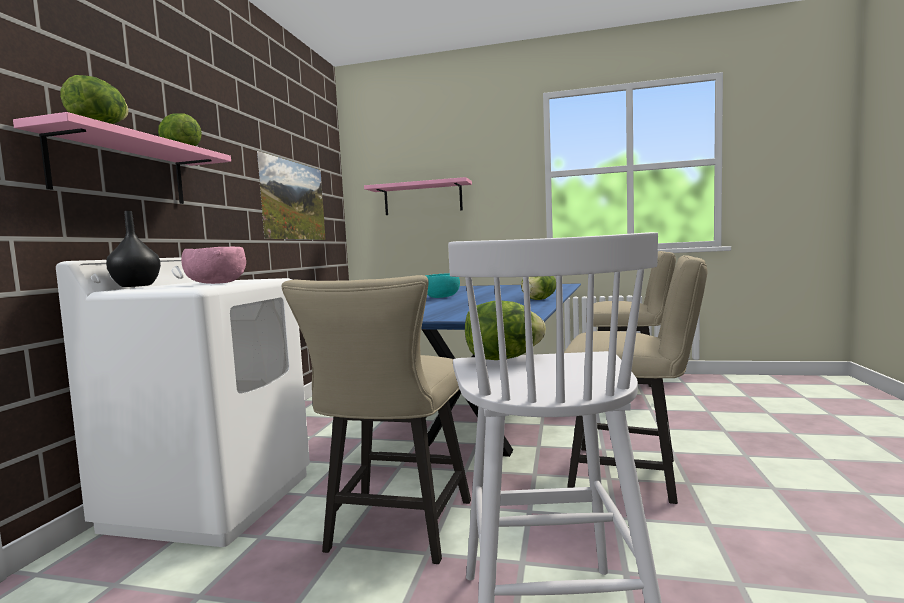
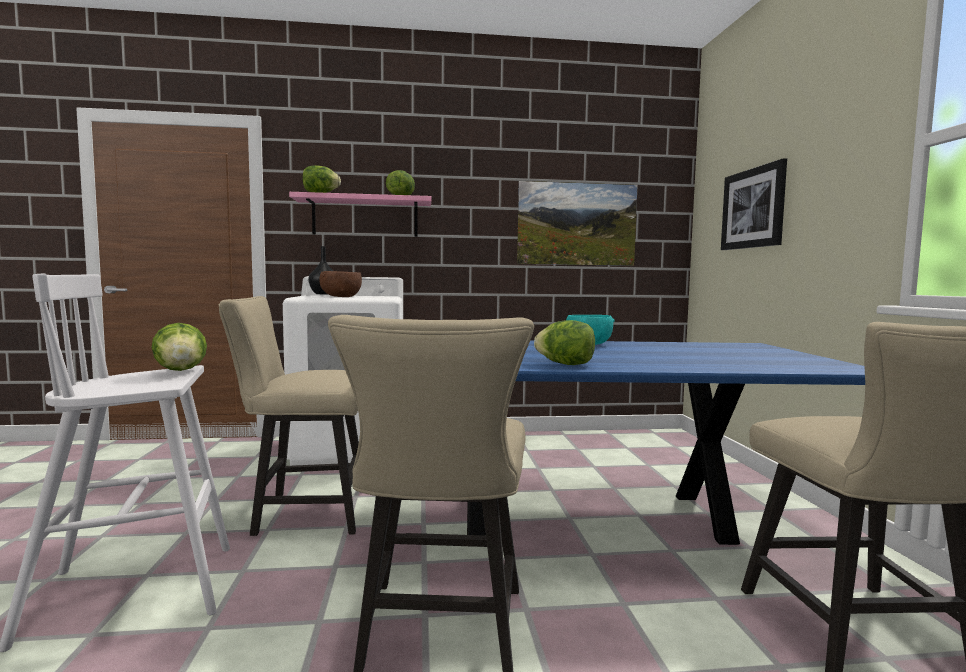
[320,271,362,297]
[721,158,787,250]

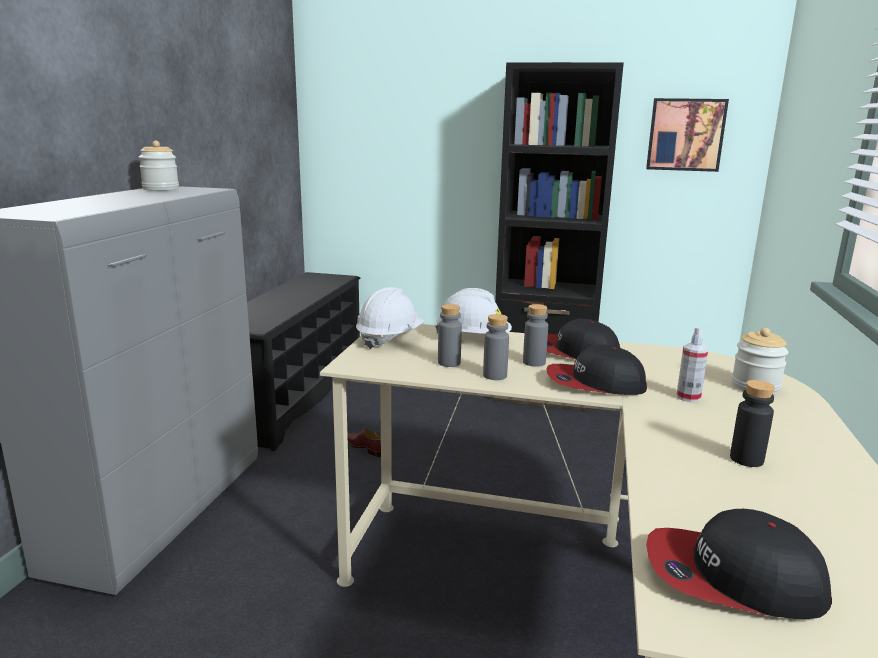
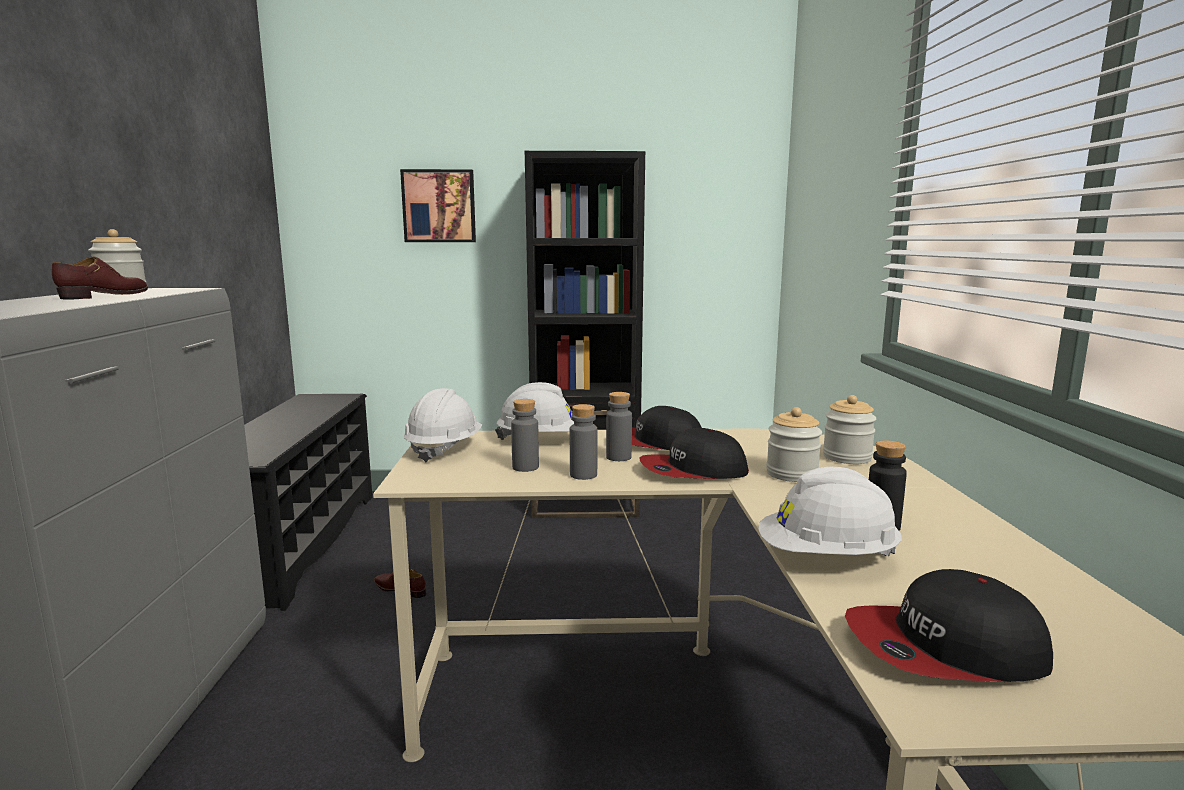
[52,257,148,299]
[400,169,476,242]
[758,466,902,556]
[766,407,822,482]

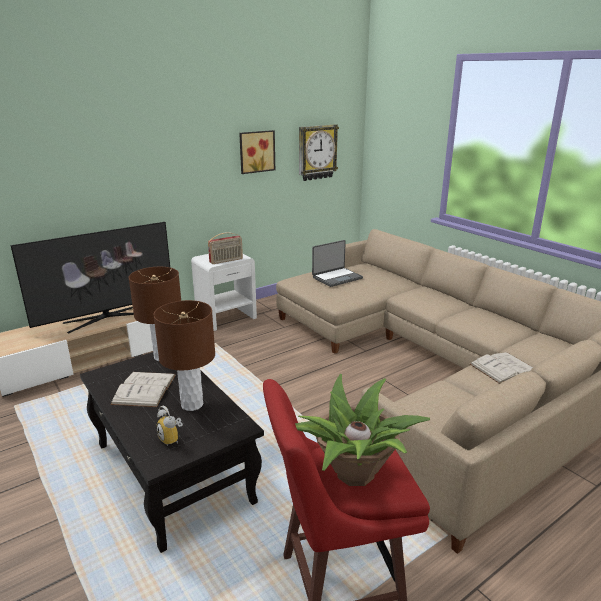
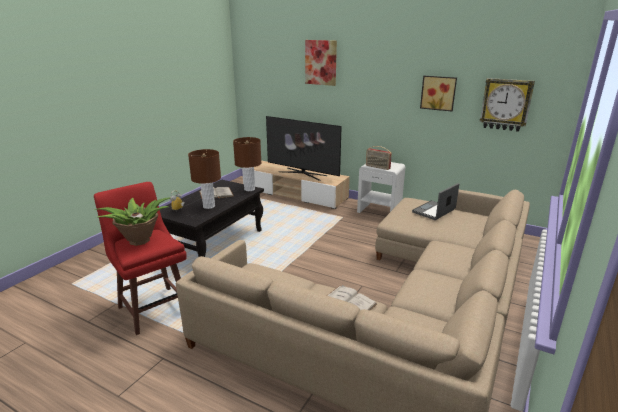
[305,40,337,86]
[412,183,459,220]

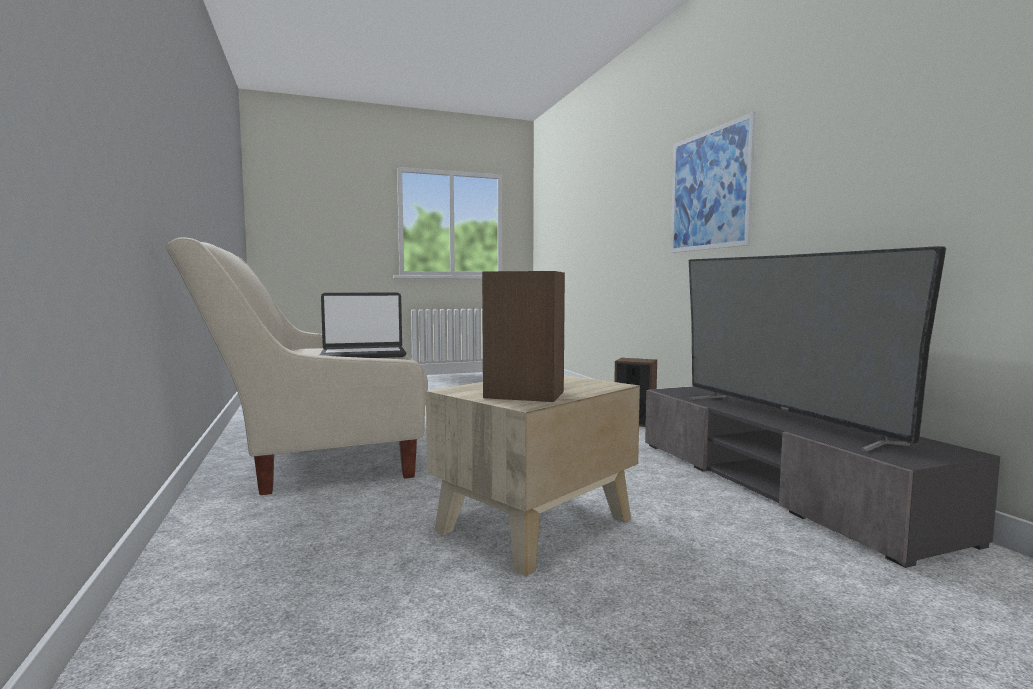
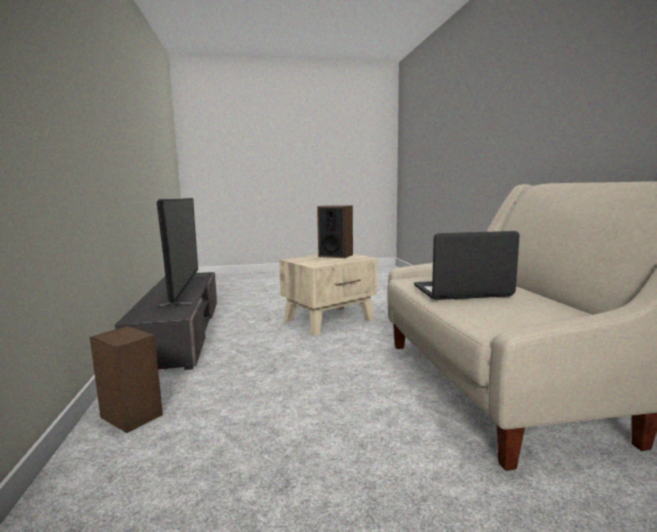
[671,112,756,253] (first image)

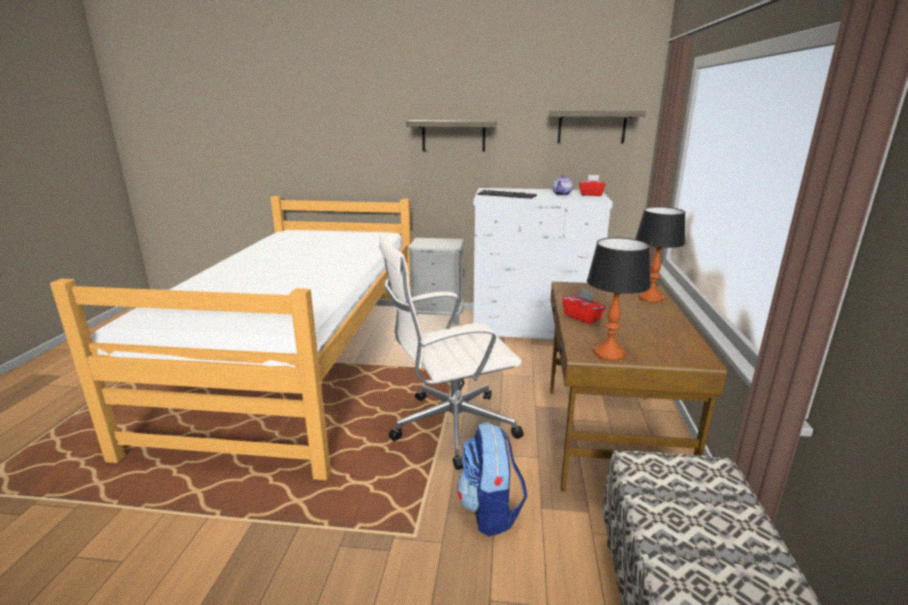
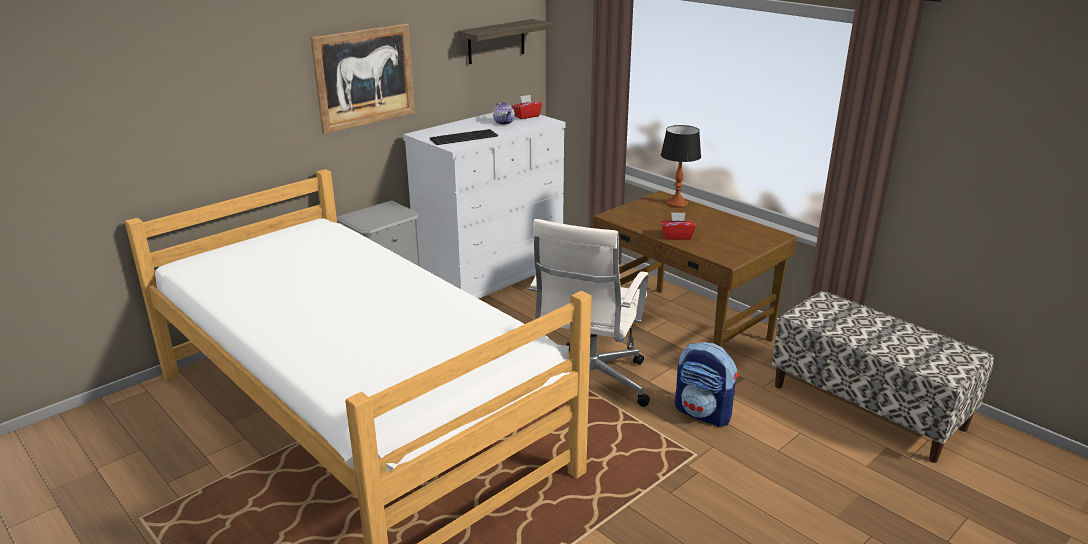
[310,23,415,134]
[587,237,650,361] (first image)

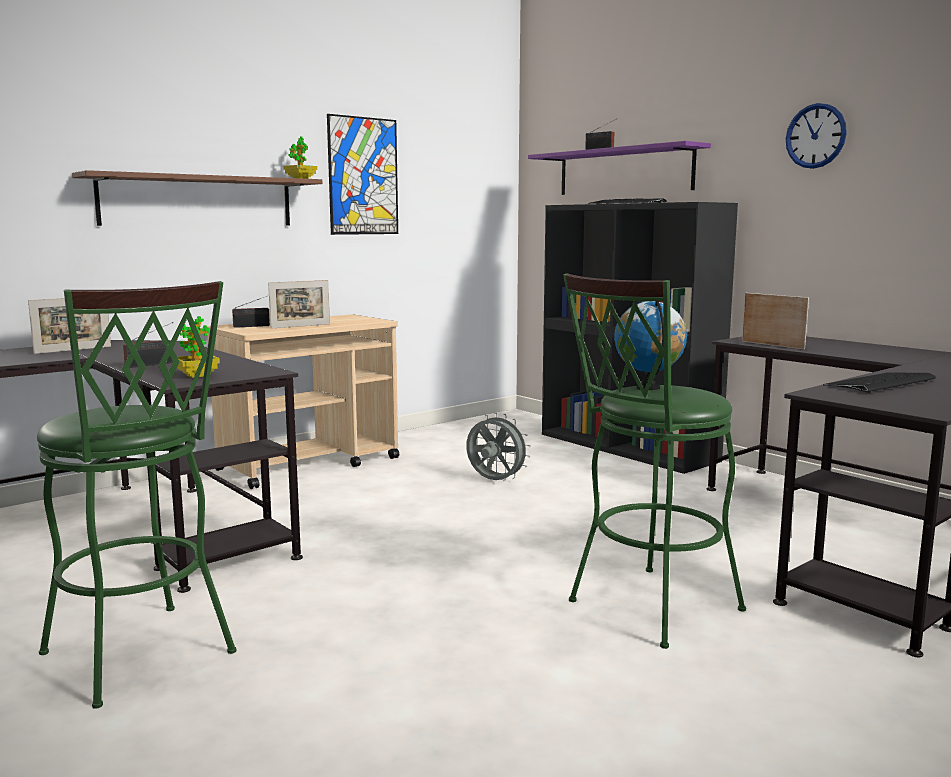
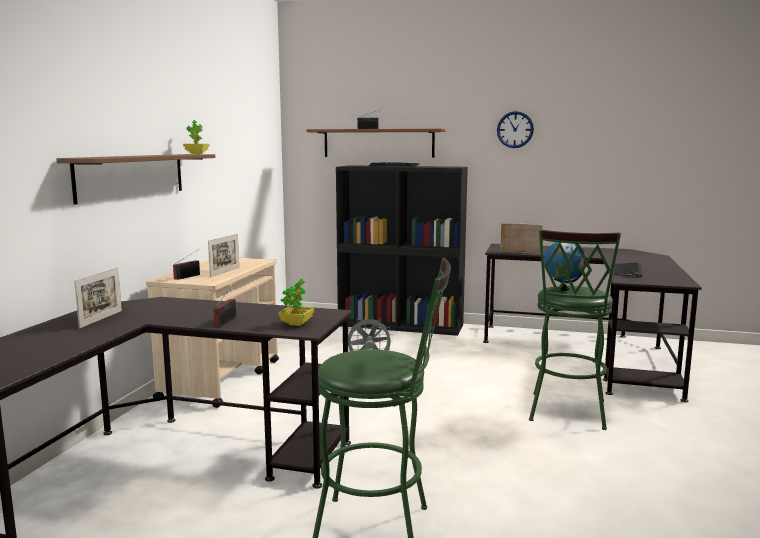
[306,129,445,158]
[327,114,398,235] (first image)

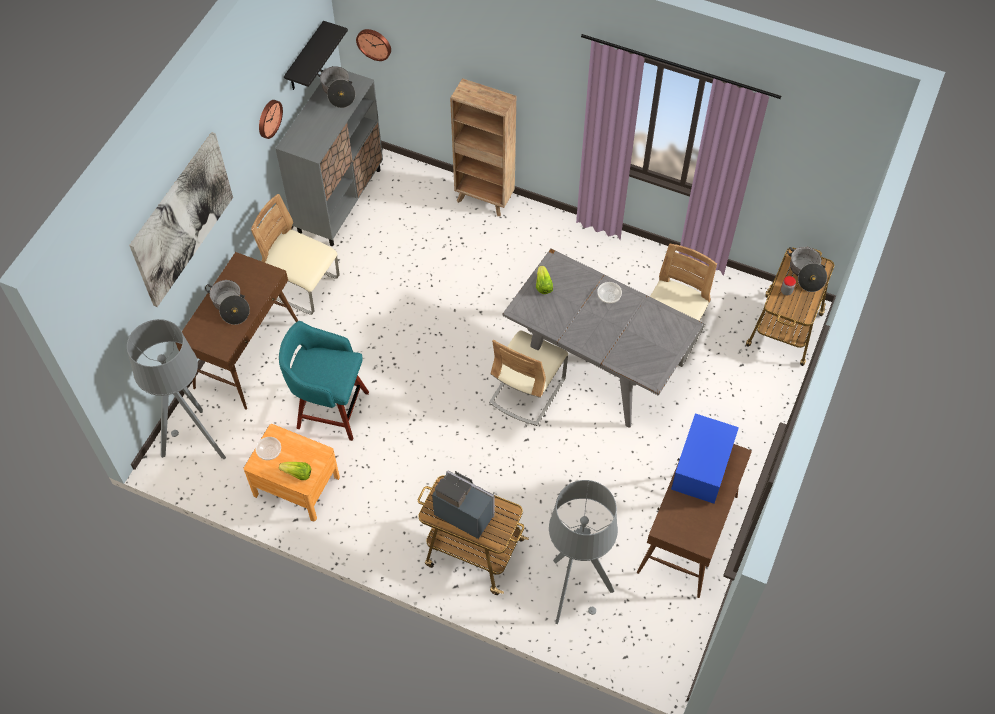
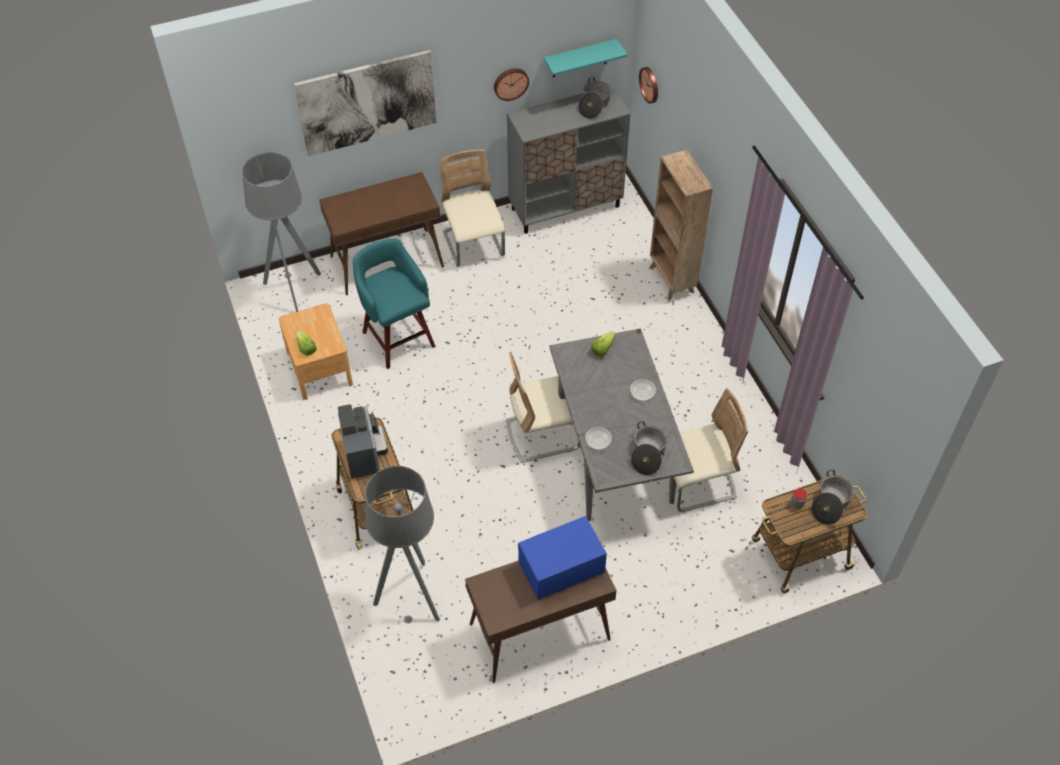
[543,39,627,77]
[586,427,612,450]
[631,421,667,476]

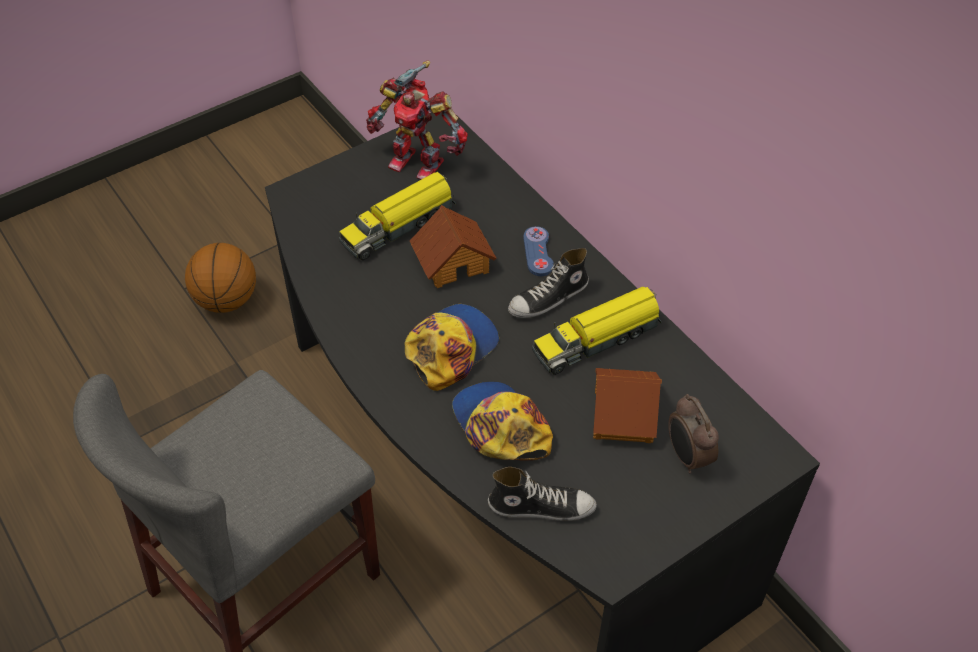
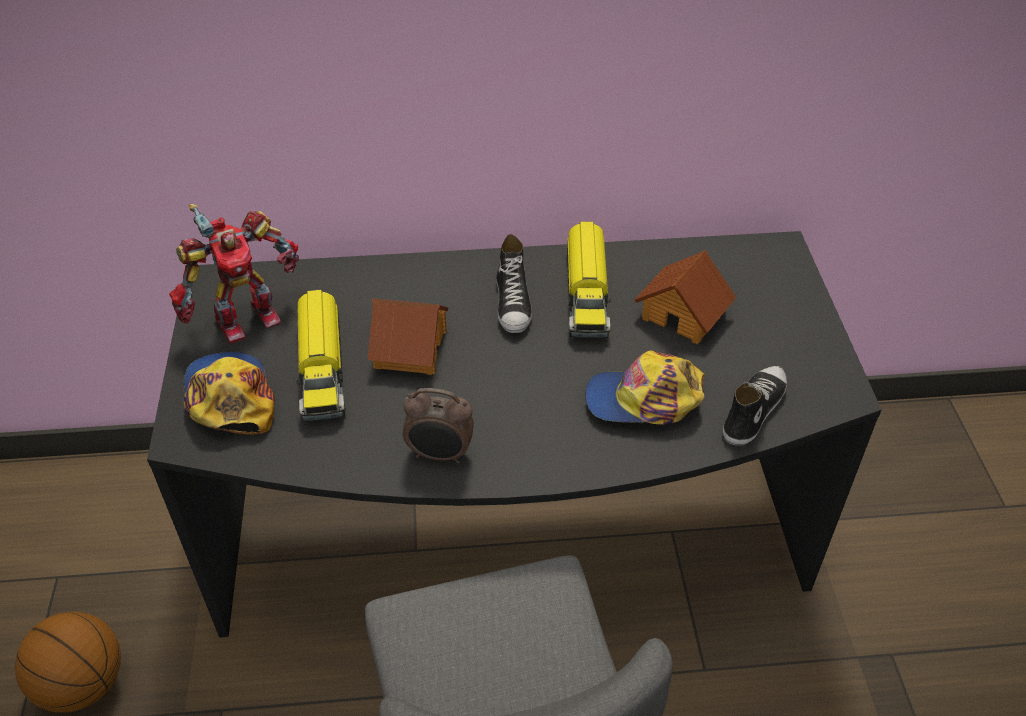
[183,352,275,435]
[403,388,474,464]
[523,226,554,276] (first image)

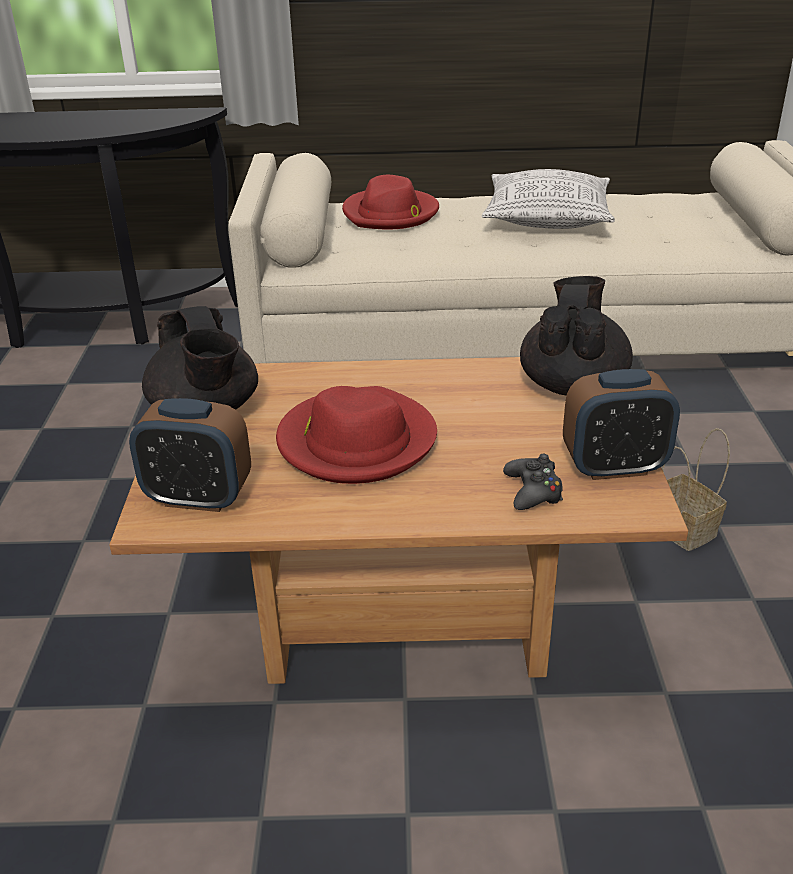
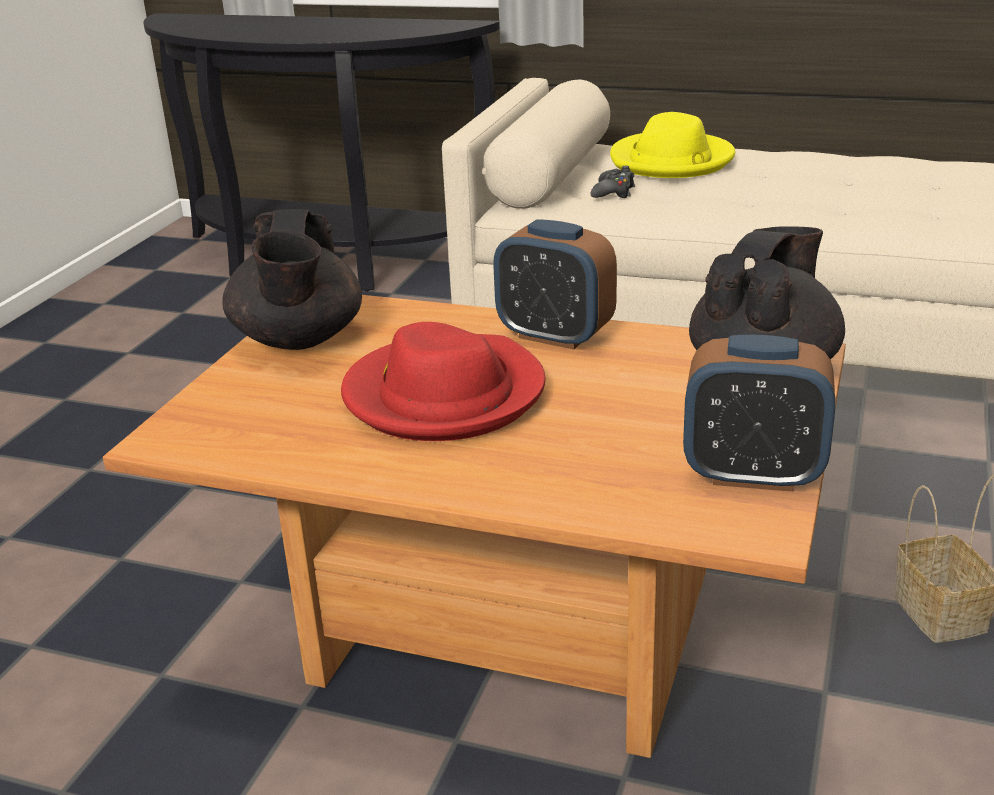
[493,219,617,350]
[590,166,635,198]
[610,112,735,178]
[482,169,615,229] (first image)

